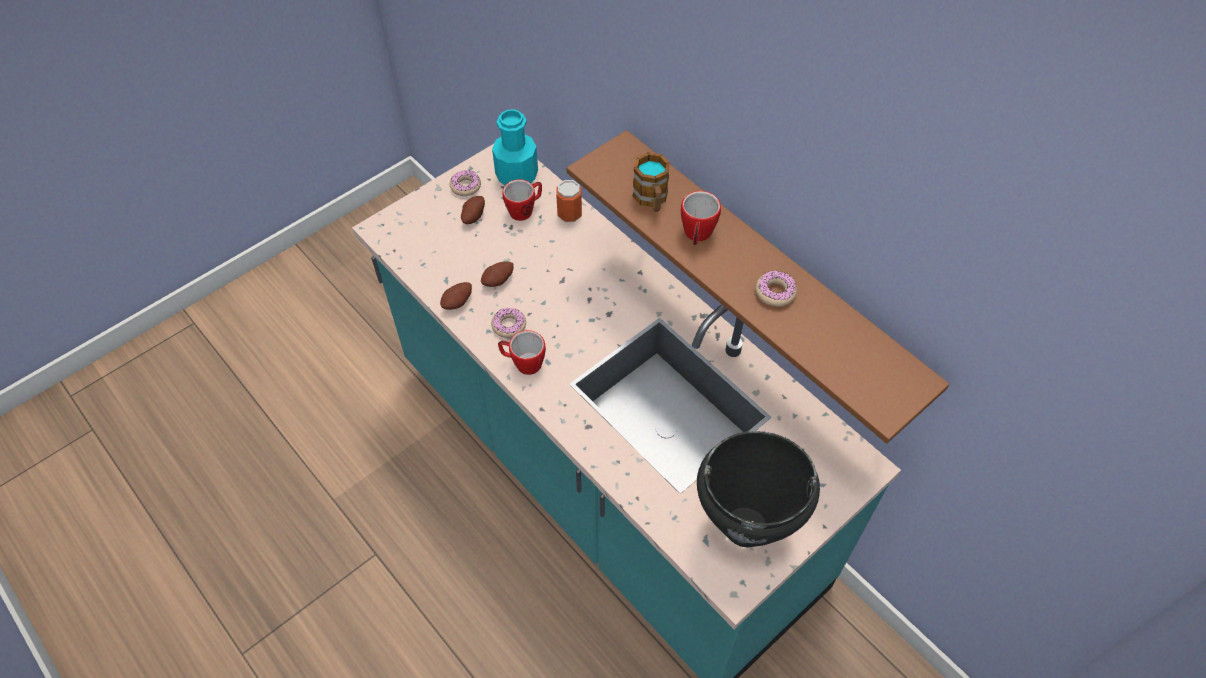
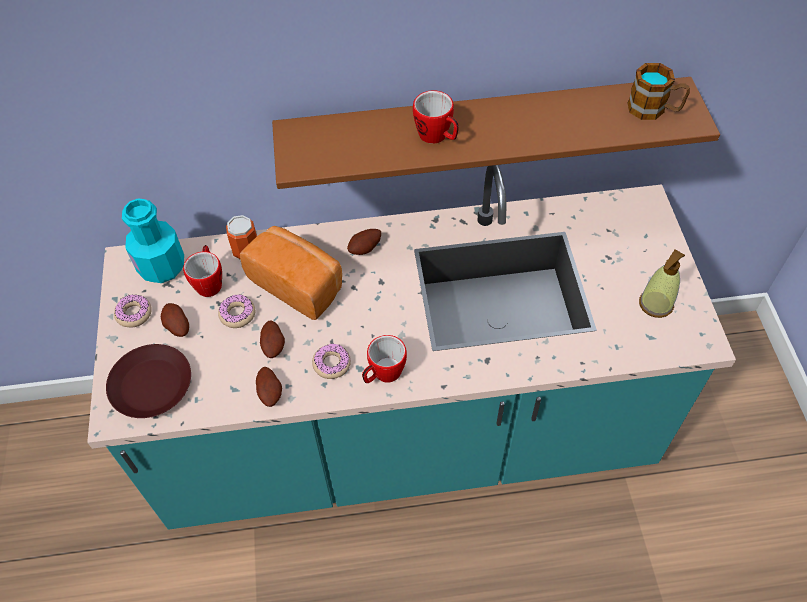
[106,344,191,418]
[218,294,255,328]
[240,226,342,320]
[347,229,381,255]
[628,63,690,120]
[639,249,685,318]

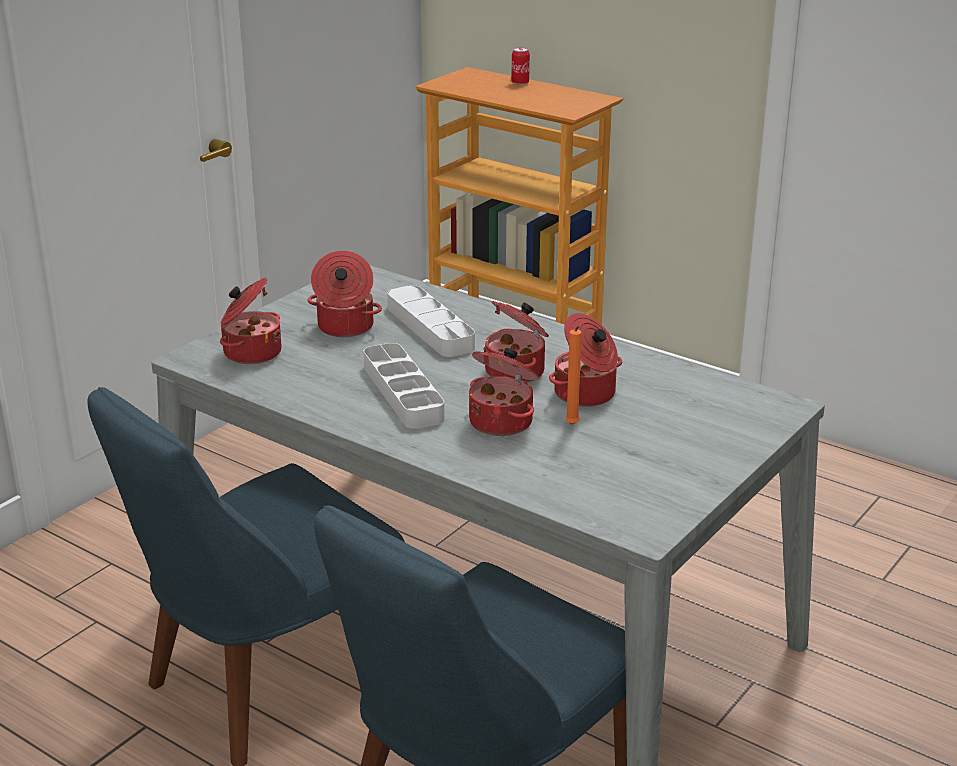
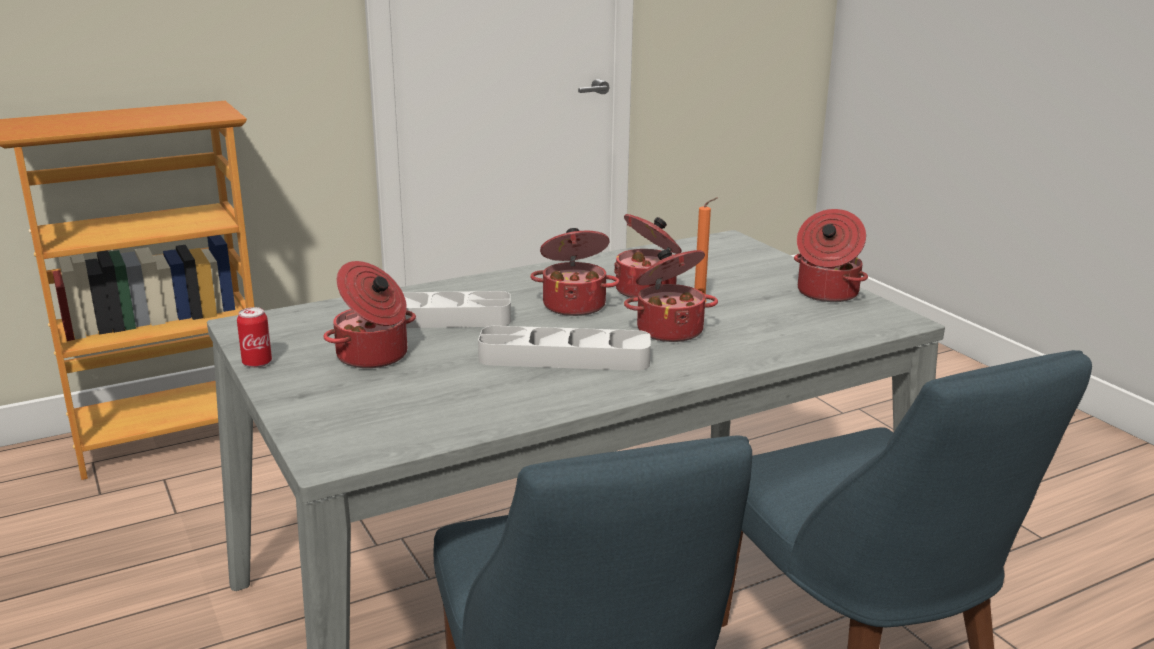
[237,307,272,368]
[794,209,868,302]

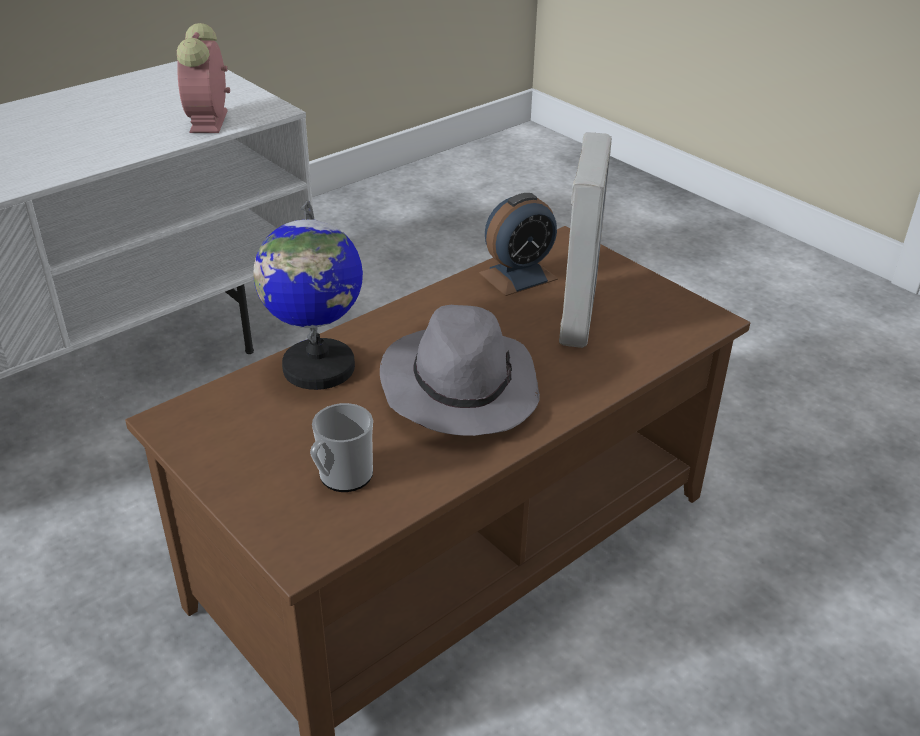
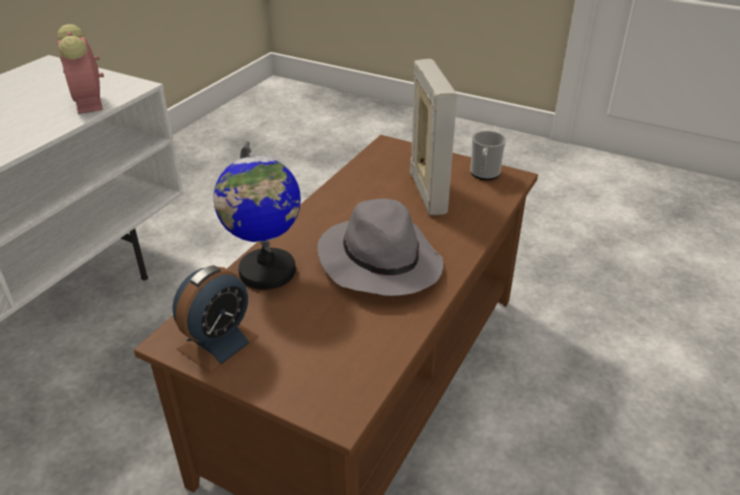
[172,265,259,373]
[470,131,506,180]

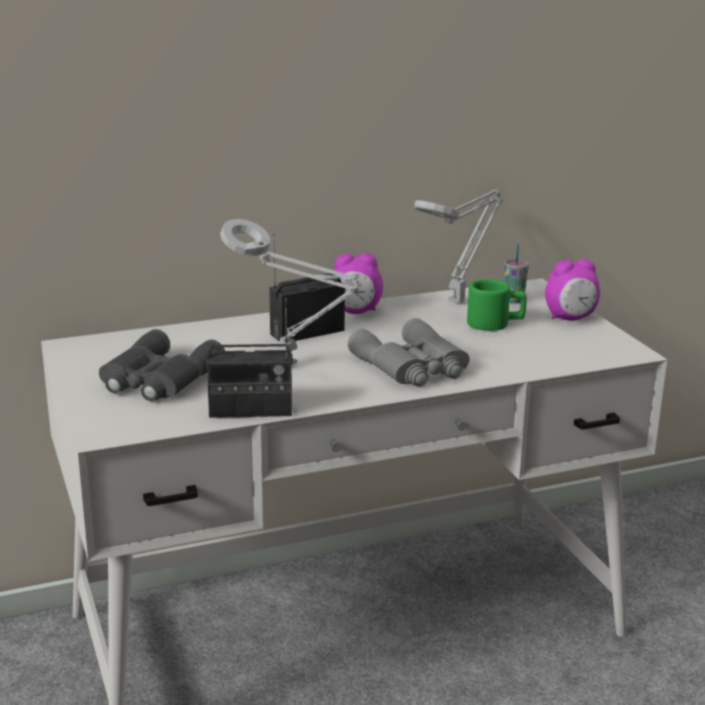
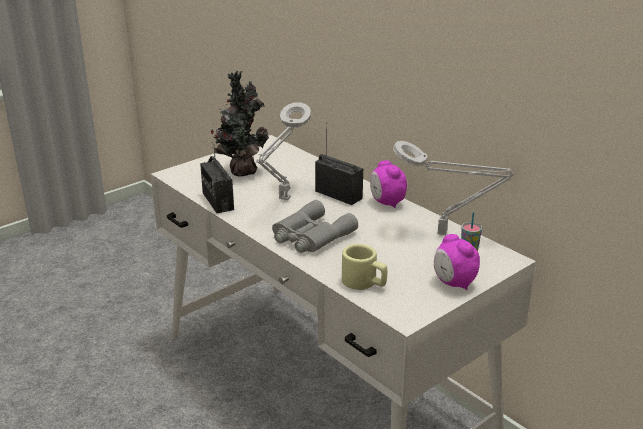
[210,71,269,177]
[342,244,387,290]
[467,279,527,331] (first image)

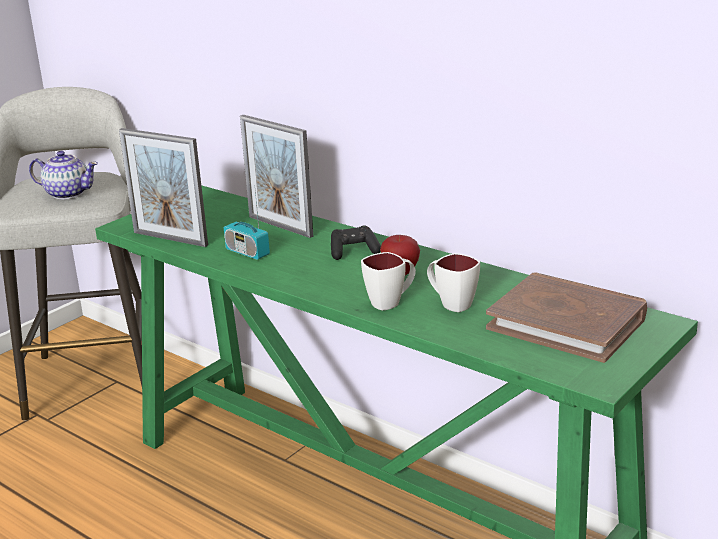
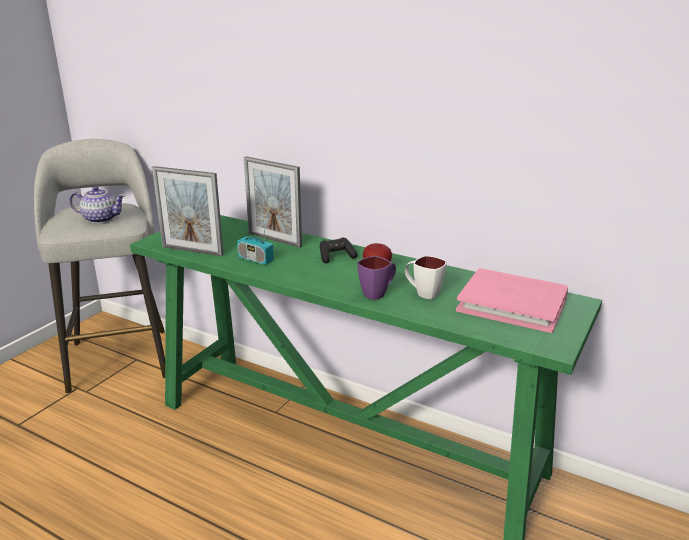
[358,256,396,300]
[456,268,568,333]

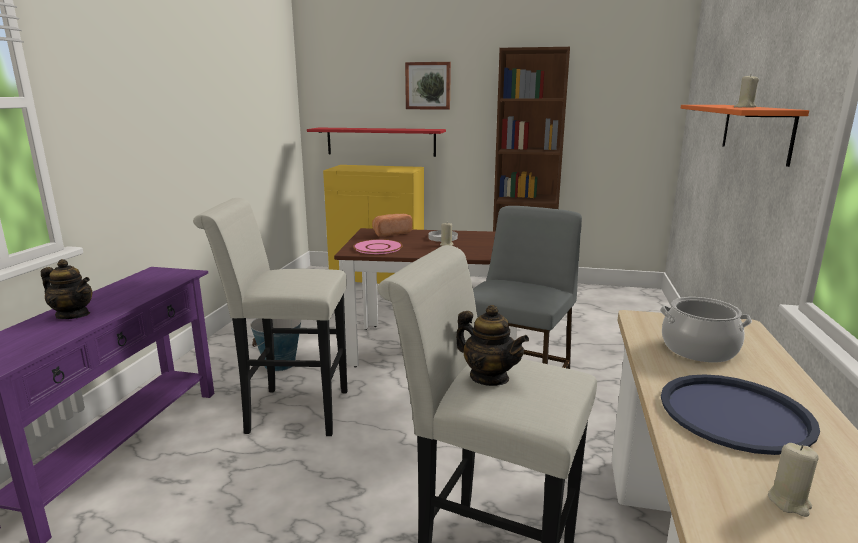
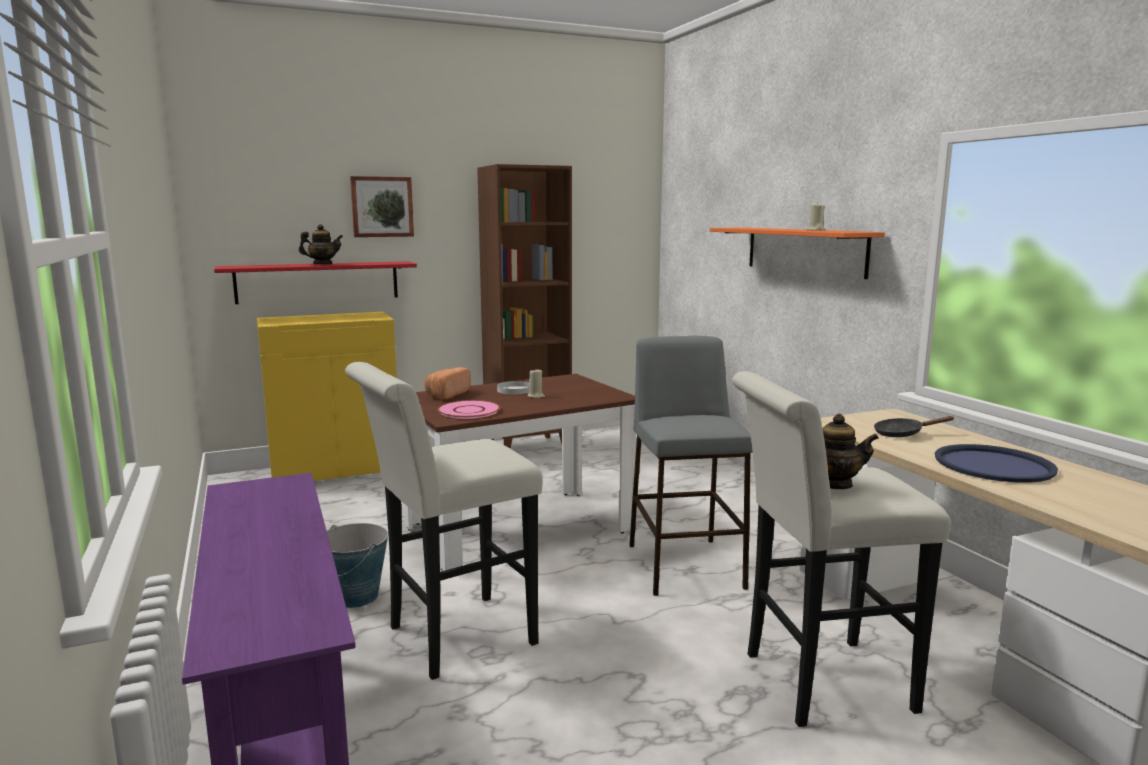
[299,224,343,264]
[874,416,955,437]
[768,443,819,517] (first image)

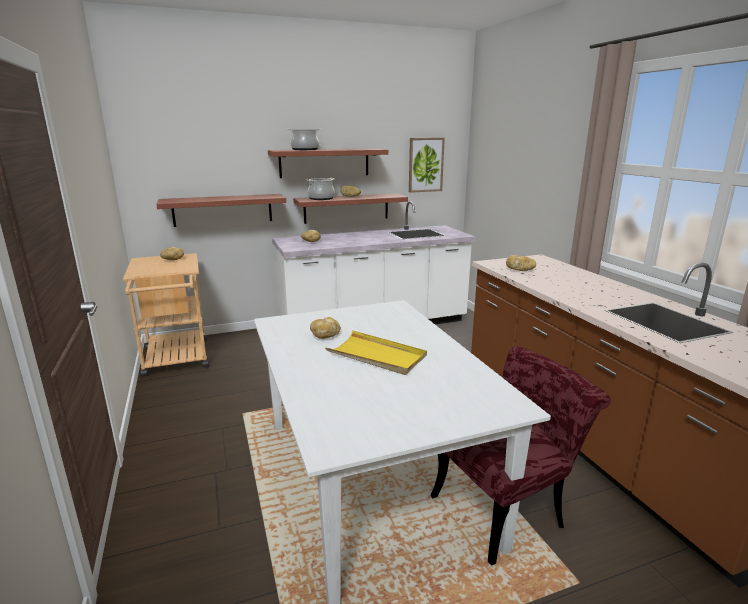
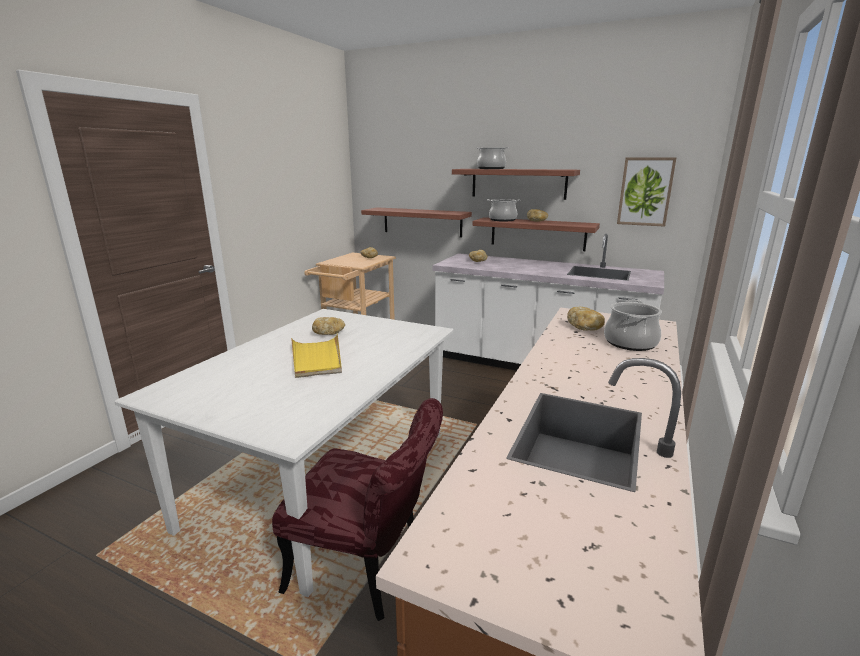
[604,299,662,351]

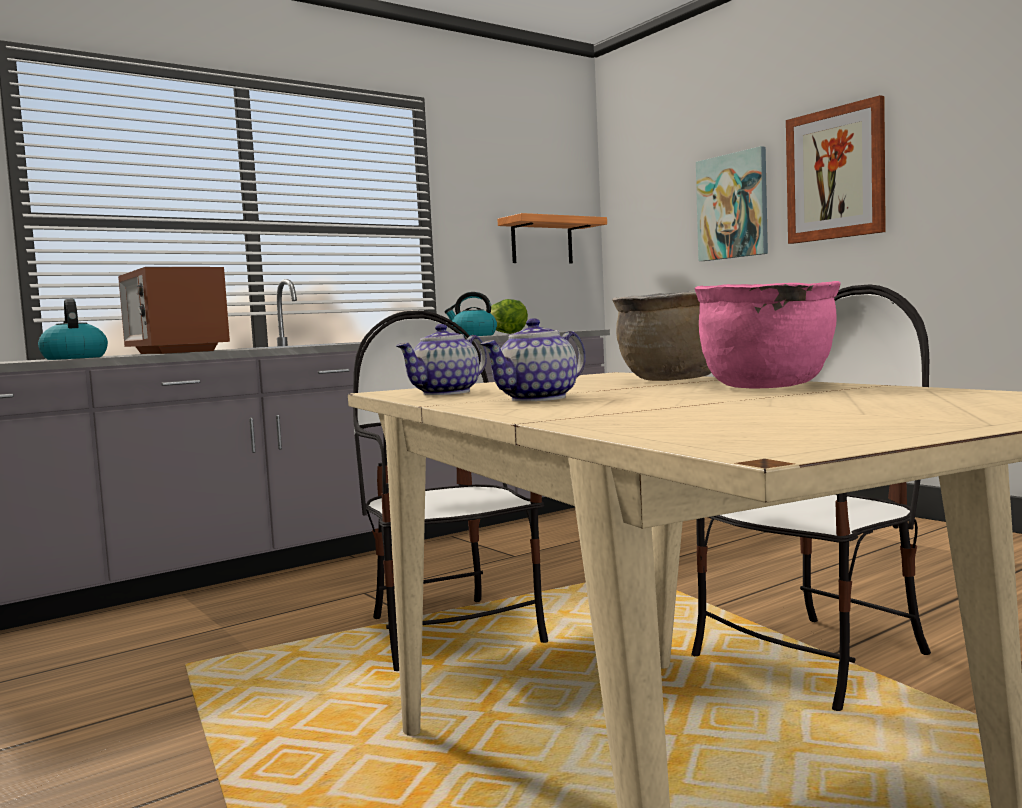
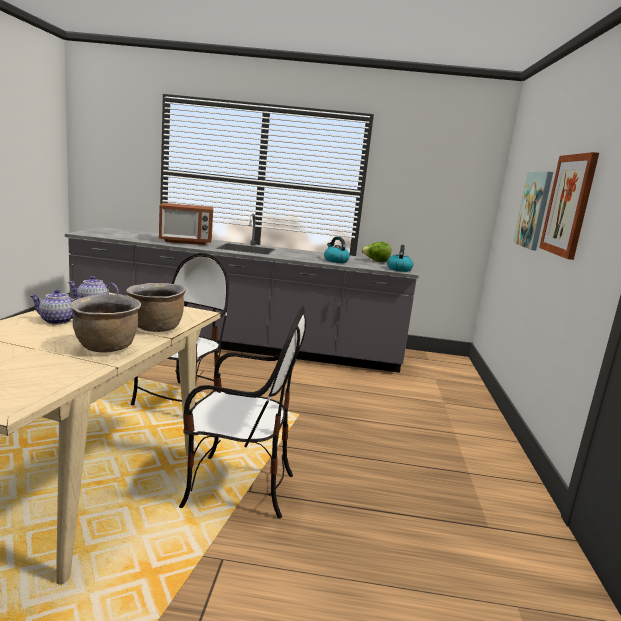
[70,294,141,352]
[159,203,213,245]
[387,245,414,272]
[497,213,607,263] (first image)

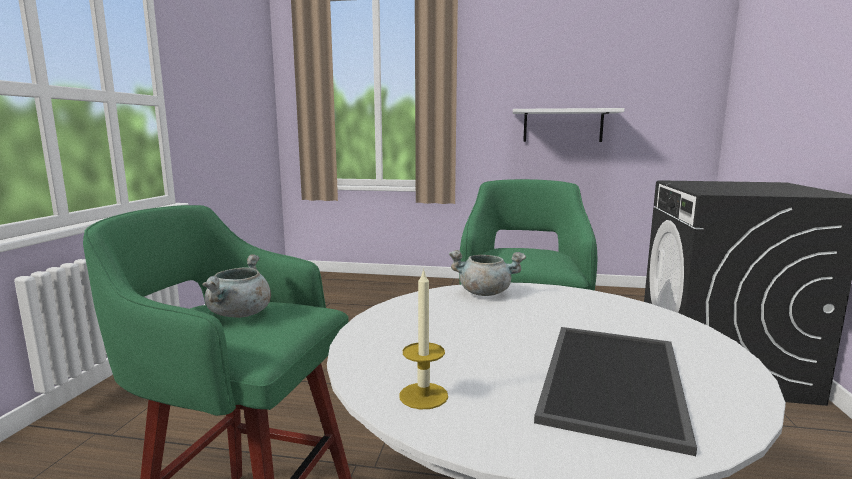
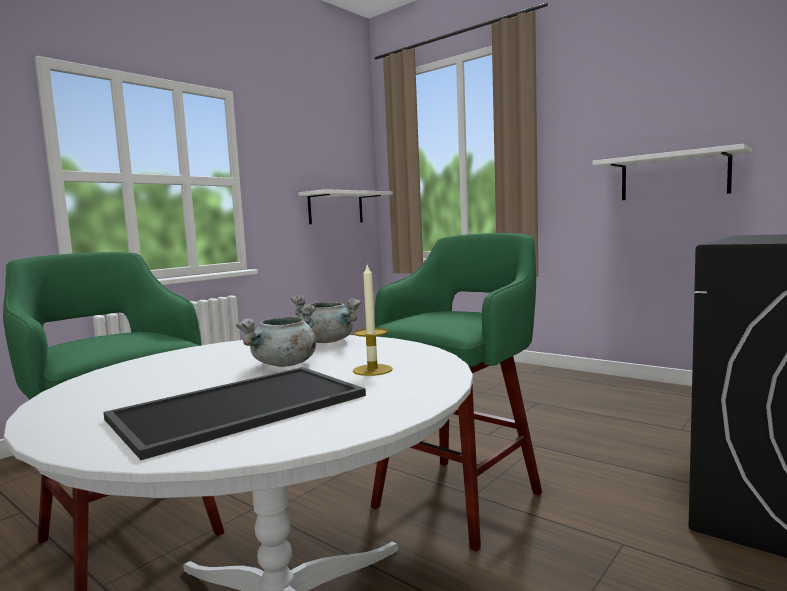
[236,304,316,367]
[298,189,393,224]
[353,265,393,376]

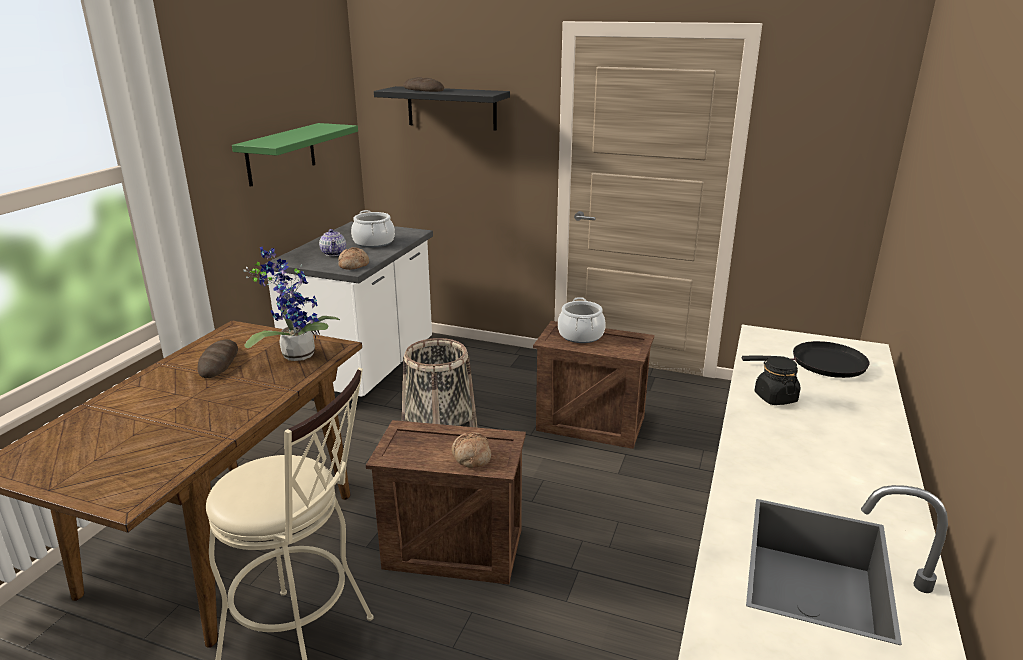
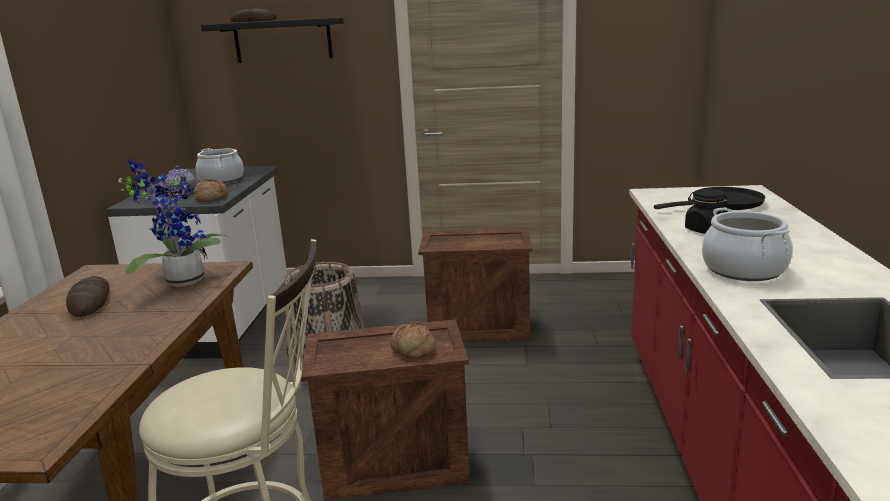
[702,208,792,281]
[232,123,358,187] (first image)

